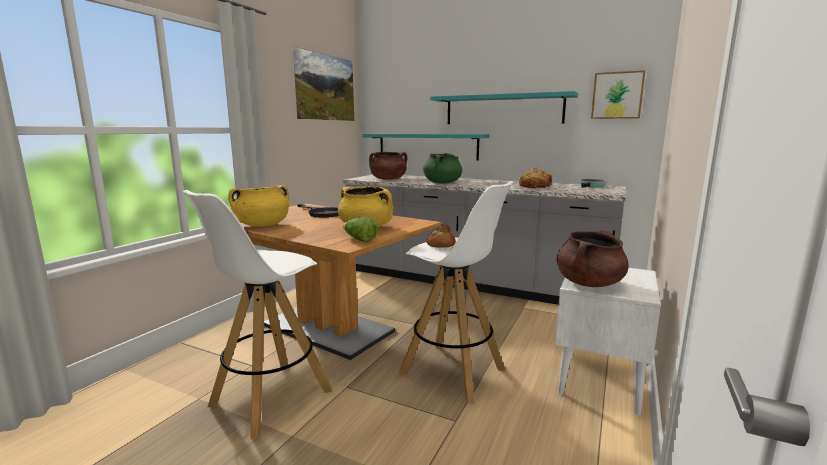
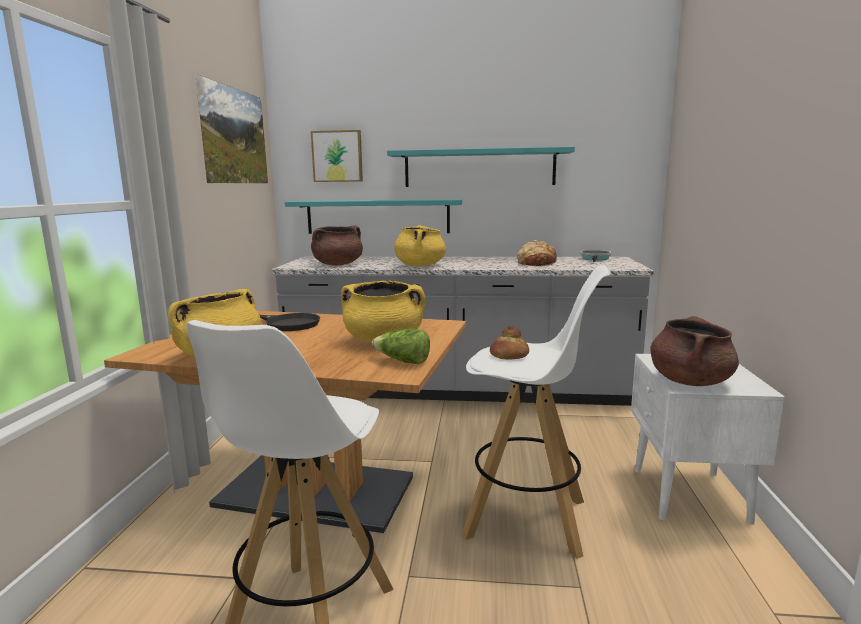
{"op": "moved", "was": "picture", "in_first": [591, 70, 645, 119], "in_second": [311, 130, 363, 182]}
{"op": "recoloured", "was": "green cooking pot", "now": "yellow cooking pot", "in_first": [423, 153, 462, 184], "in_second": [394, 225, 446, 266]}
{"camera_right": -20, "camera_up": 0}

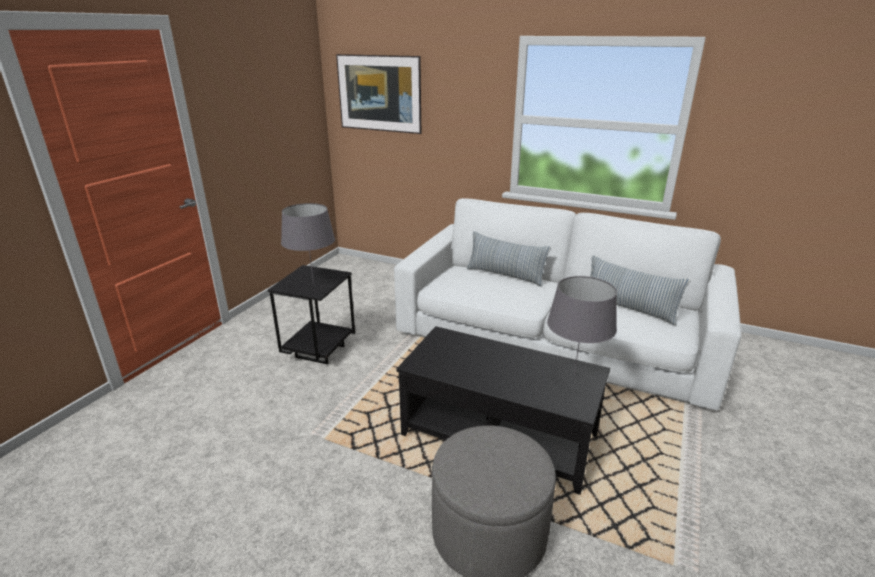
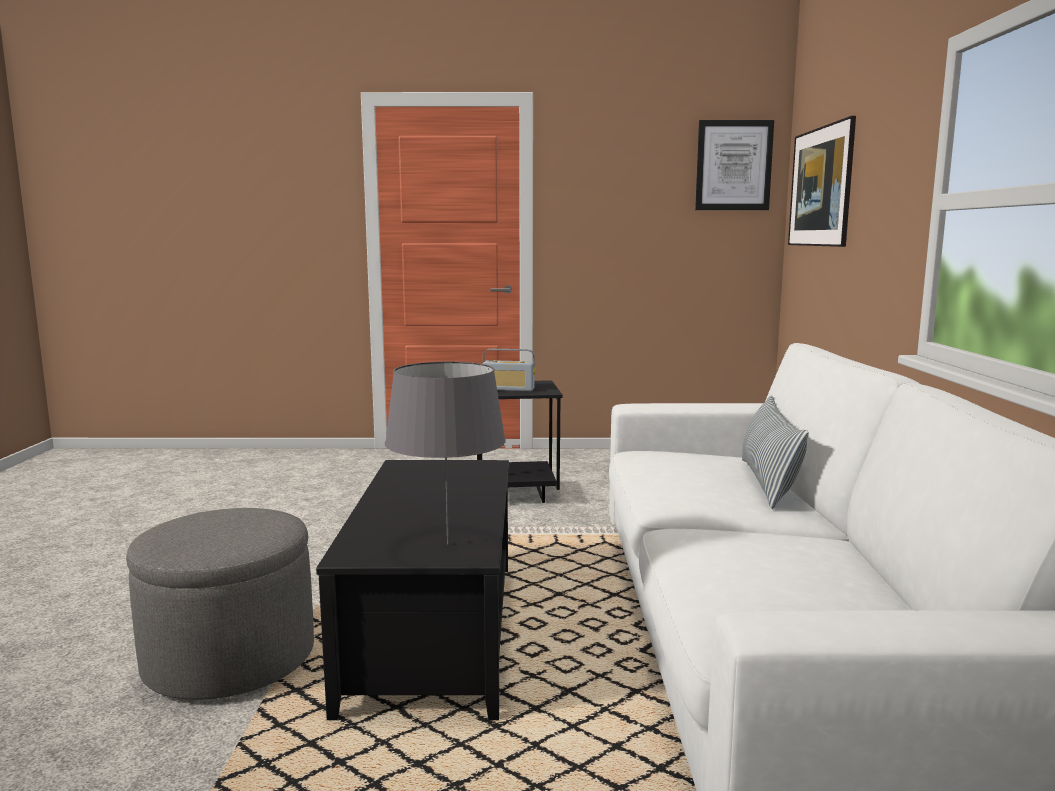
{"op": "removed", "was": "pillow", "in_first": [590, 255, 691, 326]}
{"op": "added", "now": "picture", "in_second": [695, 120, 774, 210]}
{"op": "replaced", "was": "grey table lamp", "now": "radio", "in_first": [281, 203, 335, 284], "in_second": [483, 349, 536, 391]}
{"camera_right": 65, "camera_up": -15}

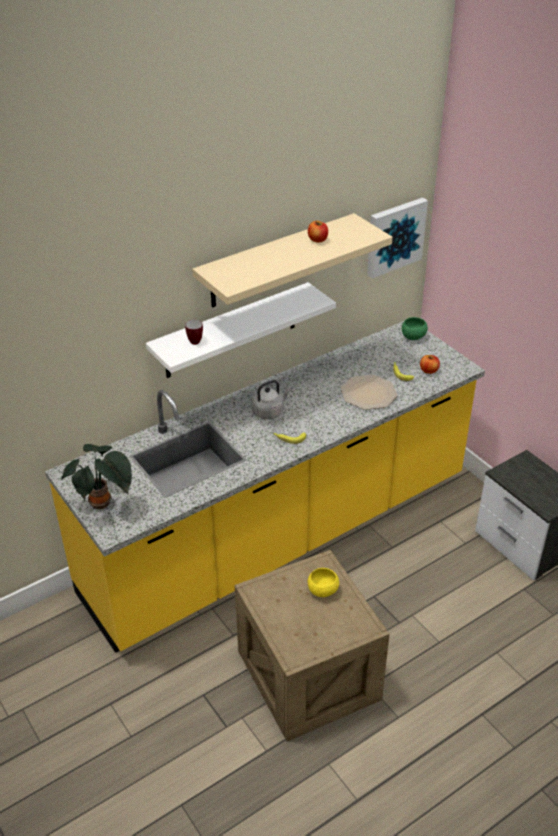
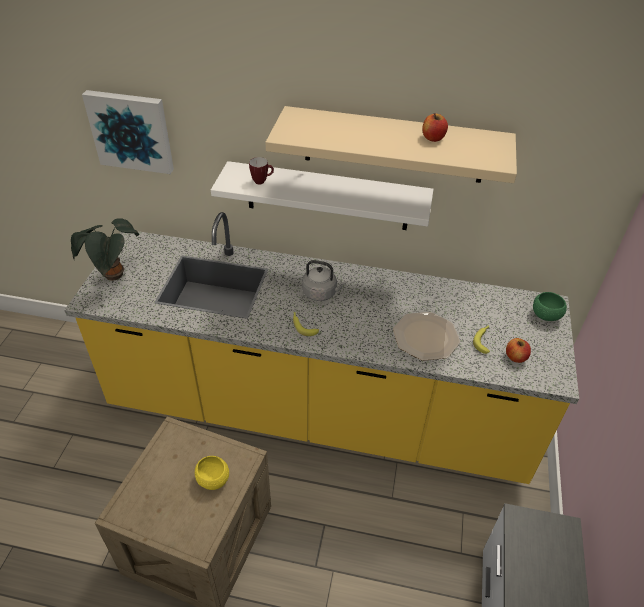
{"op": "moved", "was": "picture", "in_first": [367, 198, 428, 278], "in_second": [82, 90, 174, 174]}
{"camera_right": 45, "camera_up": 5}

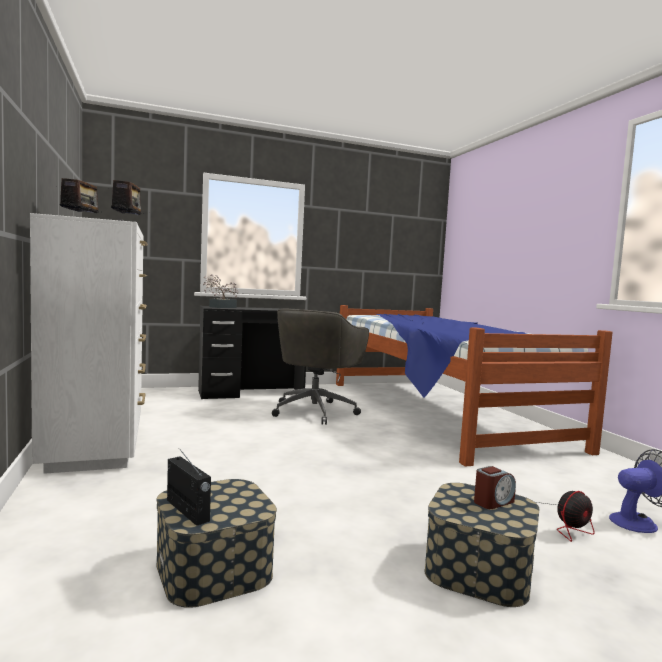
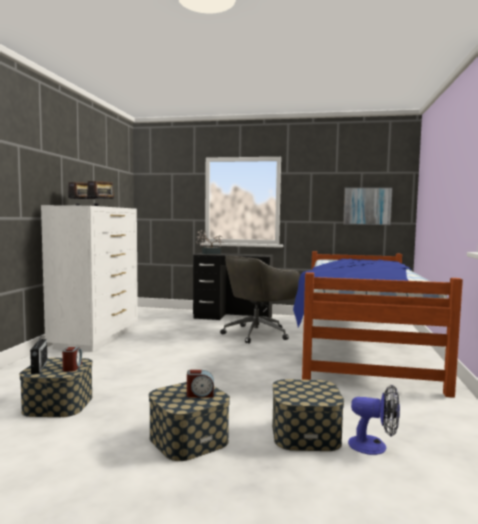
{"op": "added", "now": "alarm clock", "in_second": [62, 347, 82, 371]}
{"op": "added", "now": "picture", "in_second": [343, 187, 393, 225]}
{"op": "replaced", "was": "fan", "now": "storage box", "in_first": [537, 491, 595, 542], "in_second": [272, 379, 344, 451]}
{"camera_right": 30, "camera_up": 0}

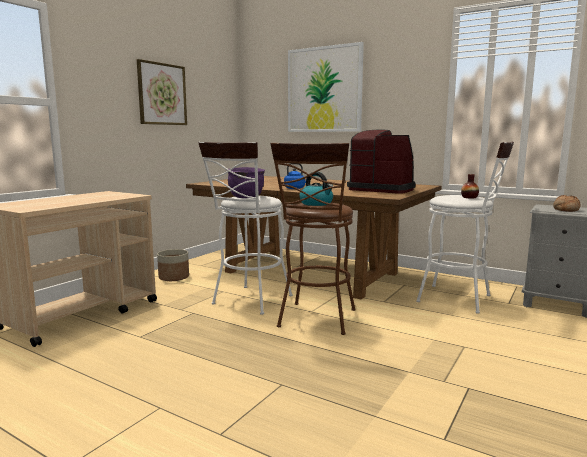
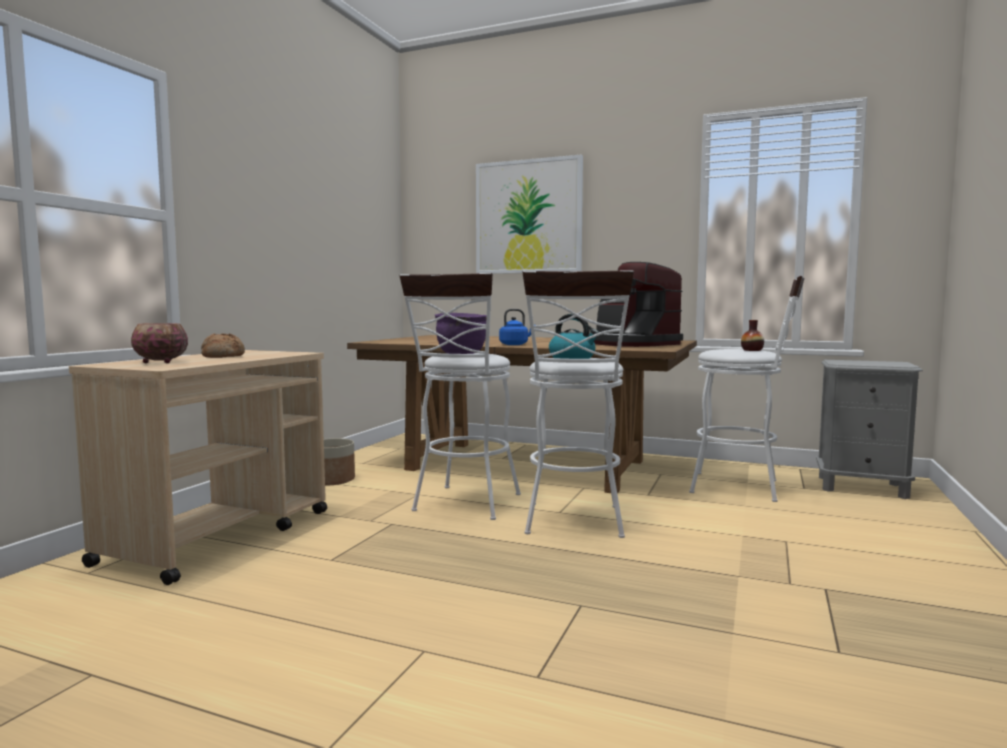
{"op": "removed", "was": "picture", "in_first": [137, 59, 187, 125]}
{"op": "added", "now": "bowl", "in_second": [131, 323, 188, 363]}
{"op": "moved", "was": "bread", "in_first": [553, 195, 580, 212], "in_second": [201, 333, 245, 358]}
{"op": "recoloured", "was": "brown stool", "now": "white stool", "in_first": [270, 143, 356, 335], "in_second": [522, 270, 634, 538]}
{"op": "turned", "was": "coffee machine", "in_first": [347, 130, 416, 194], "in_second": [594, 262, 683, 347], "clockwise": -150}
{"camera_right": -10, "camera_up": -5}

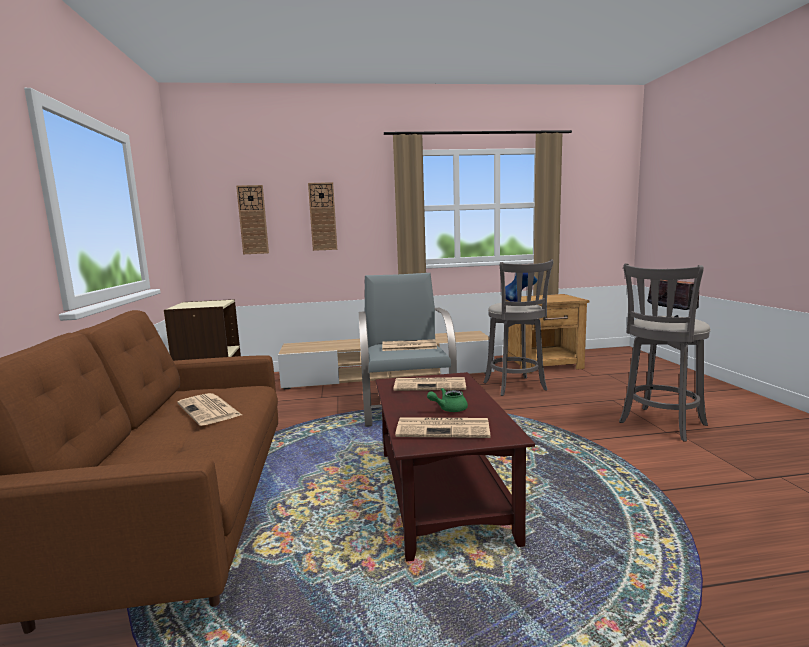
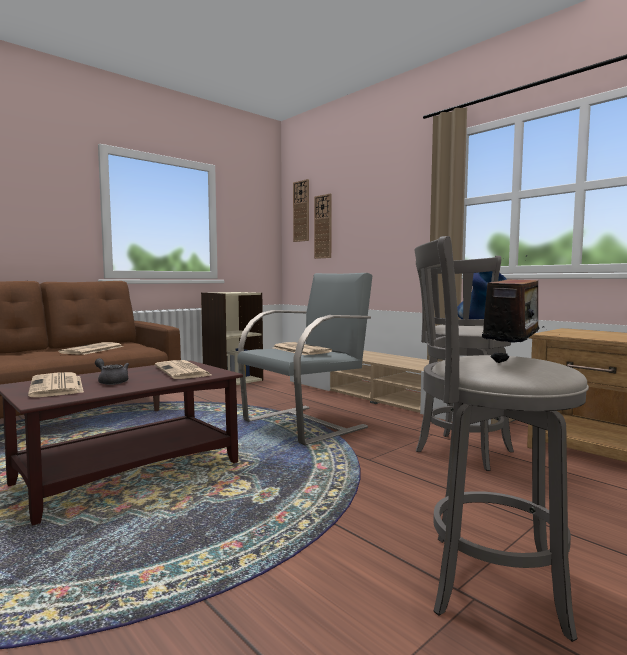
{"op": "moved", "was": "wall clock", "in_first": [308, 182, 337, 251], "in_second": [293, 179, 309, 242]}
{"op": "recoloured", "was": "green teapot", "now": "grey teapot", "in_first": [427, 388, 468, 412], "in_second": [95, 358, 129, 385]}
{"camera_right": 55, "camera_up": -5}

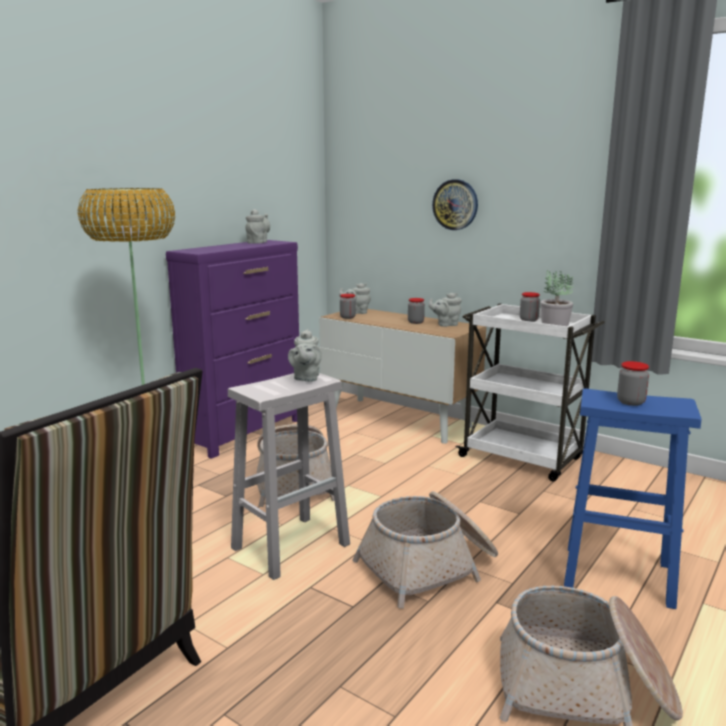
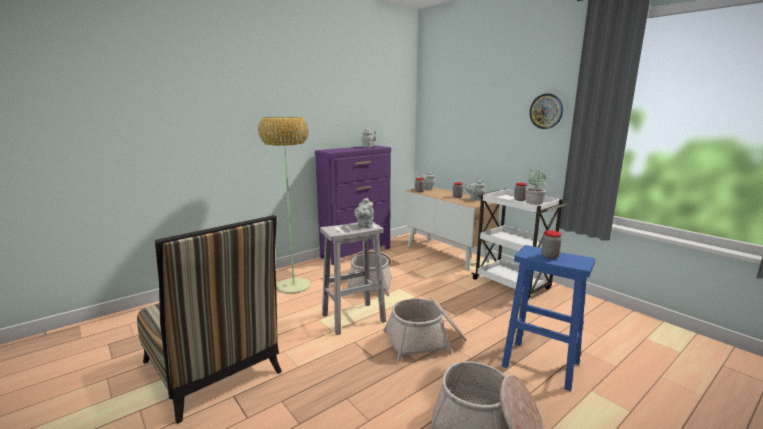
{"op": "moved", "was": "wall clock", "in_first": [432, 179, 478, 230], "in_second": [530, 93, 563, 129]}
{"camera_right": 15, "camera_up": 0}

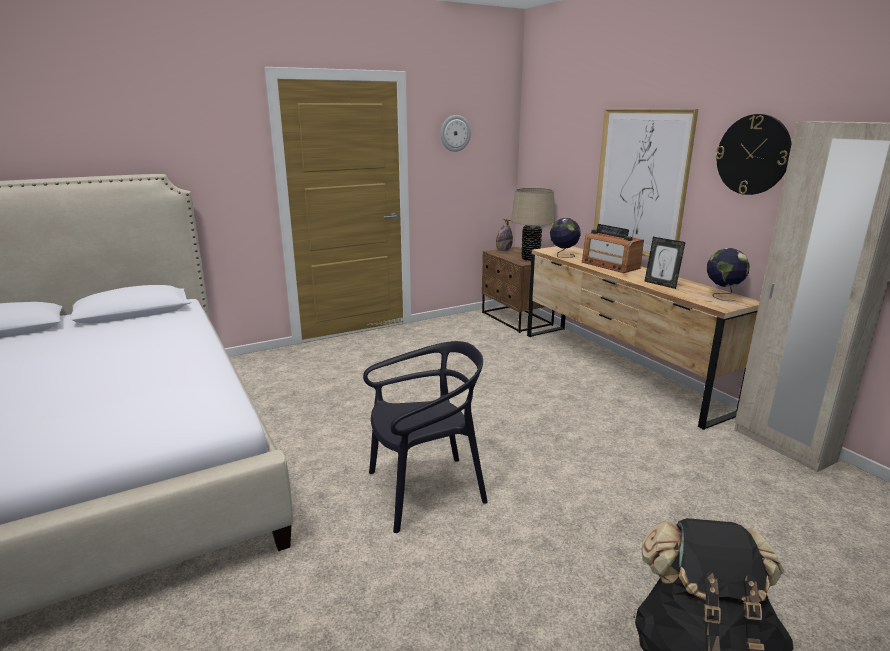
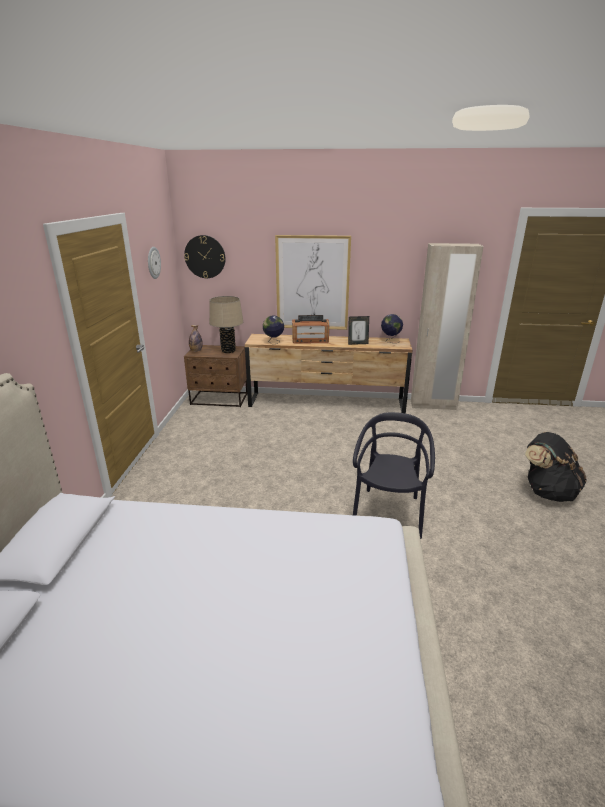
{"op": "moved", "was": "wall clock", "in_first": [716, 114, 792, 195], "in_second": [184, 235, 226, 278]}
{"camera_right": -55, "camera_up": 5}

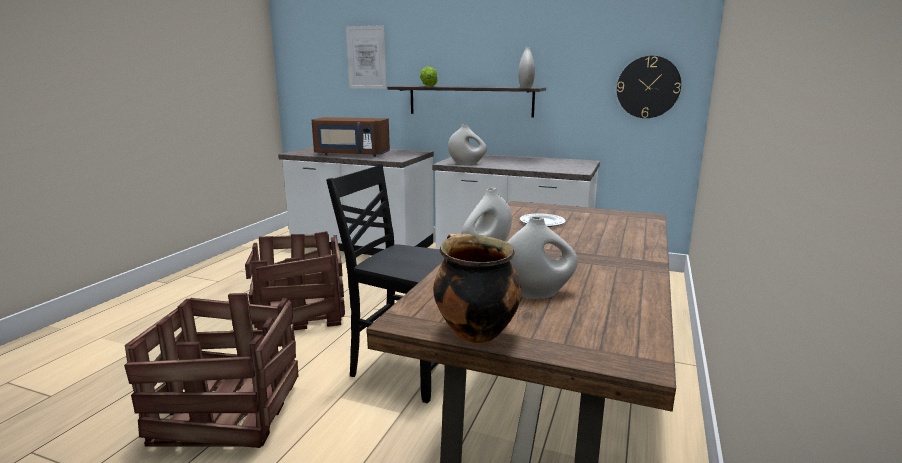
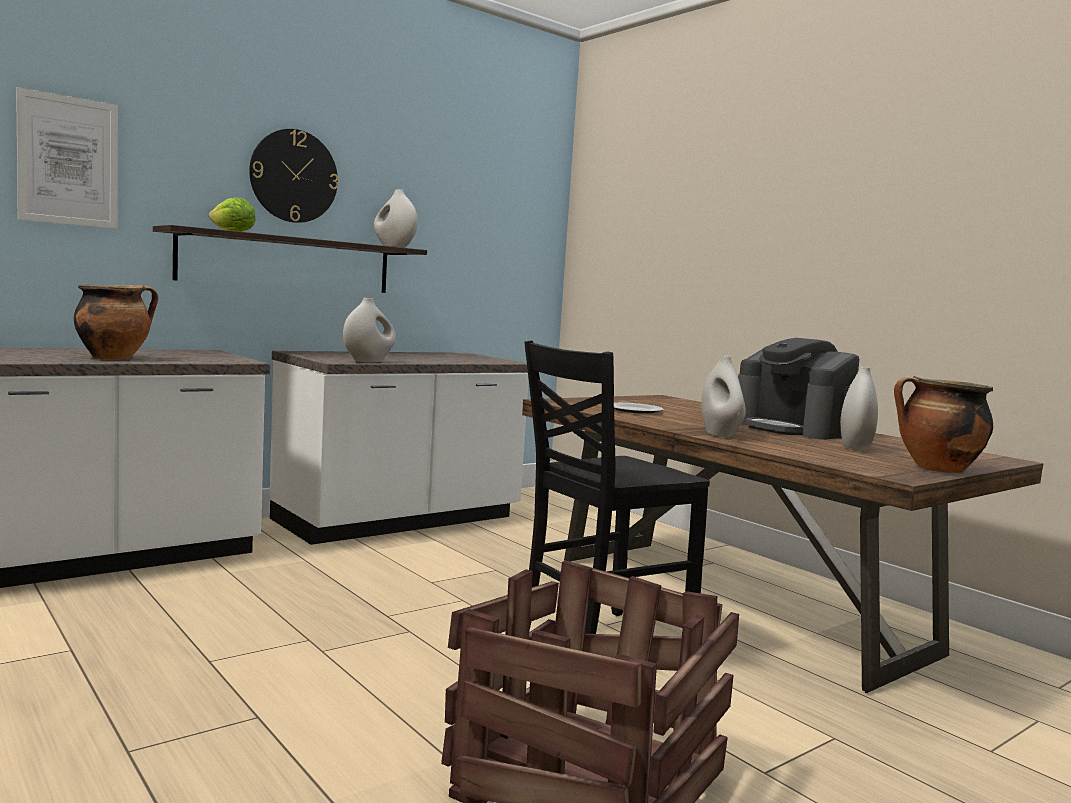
{"op": "removed", "was": "crate", "in_first": [245, 231, 345, 330]}
{"op": "added", "now": "coffee machine", "in_second": [738, 338, 860, 440]}
{"op": "moved", "was": "wall clock", "in_first": [617, 56, 681, 118], "in_second": [249, 129, 338, 223]}
{"op": "replaced", "was": "brown microwave", "now": "cooking pot", "in_first": [312, 117, 390, 157], "in_second": [74, 285, 158, 359]}
{"camera_right": -60, "camera_up": -10}

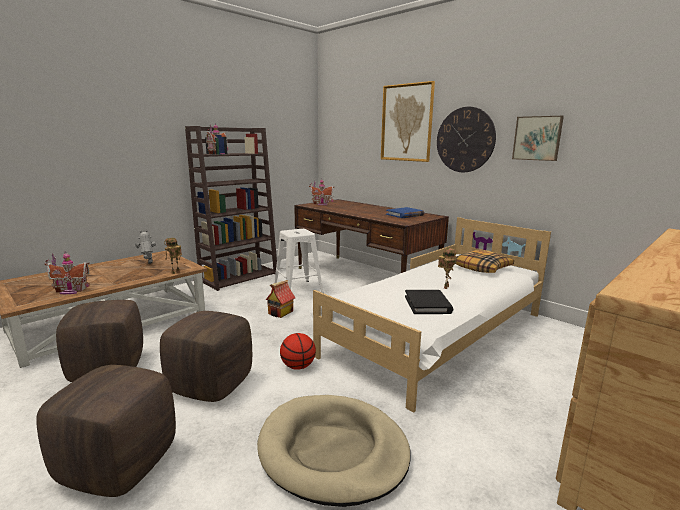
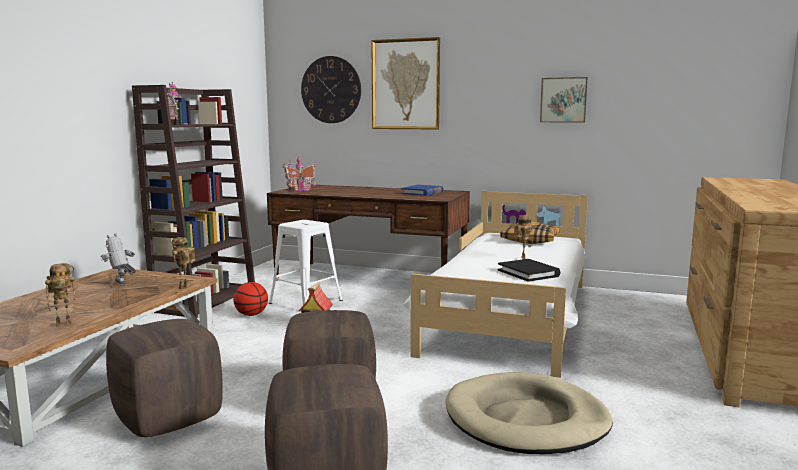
{"op": "moved", "was": "basketball", "in_first": [280, 333, 316, 370], "in_second": [233, 282, 268, 316]}
{"op": "moved", "was": "wall clock", "in_first": [437, 107, 496, 172], "in_second": [301, 56, 361, 123]}
{"op": "replaced", "was": "toy house", "now": "toy robot", "in_first": [45, 251, 90, 294], "in_second": [45, 263, 77, 327]}
{"camera_right": -25, "camera_up": -5}

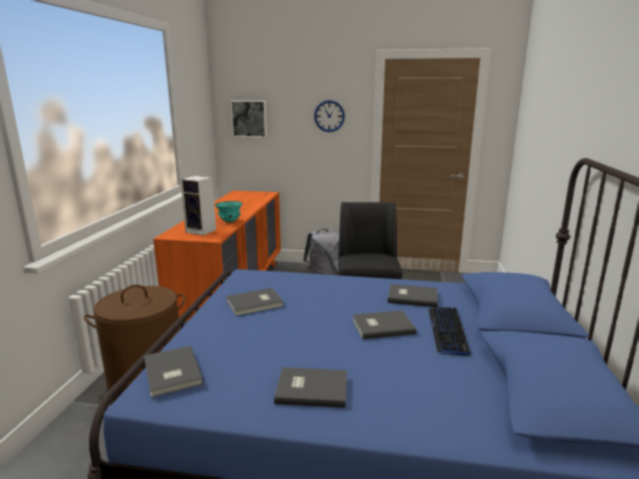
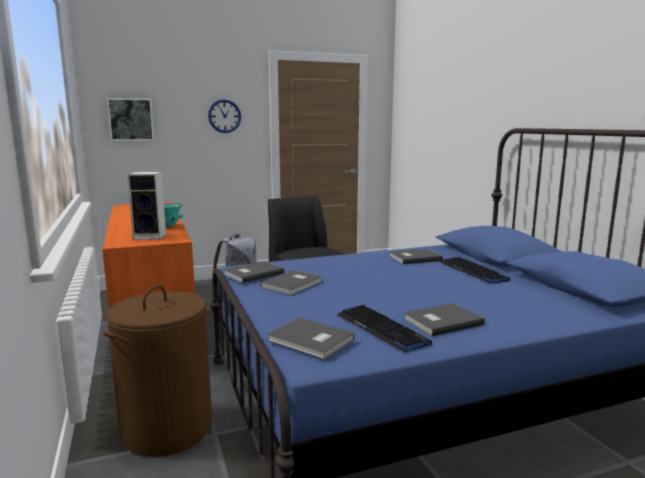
{"op": "added", "now": "keyboard", "in_second": [337, 305, 432, 352]}
{"op": "moved", "was": "grey book", "in_first": [352, 310, 417, 339], "in_second": [223, 261, 284, 283]}
{"camera_right": -30, "camera_up": -5}

